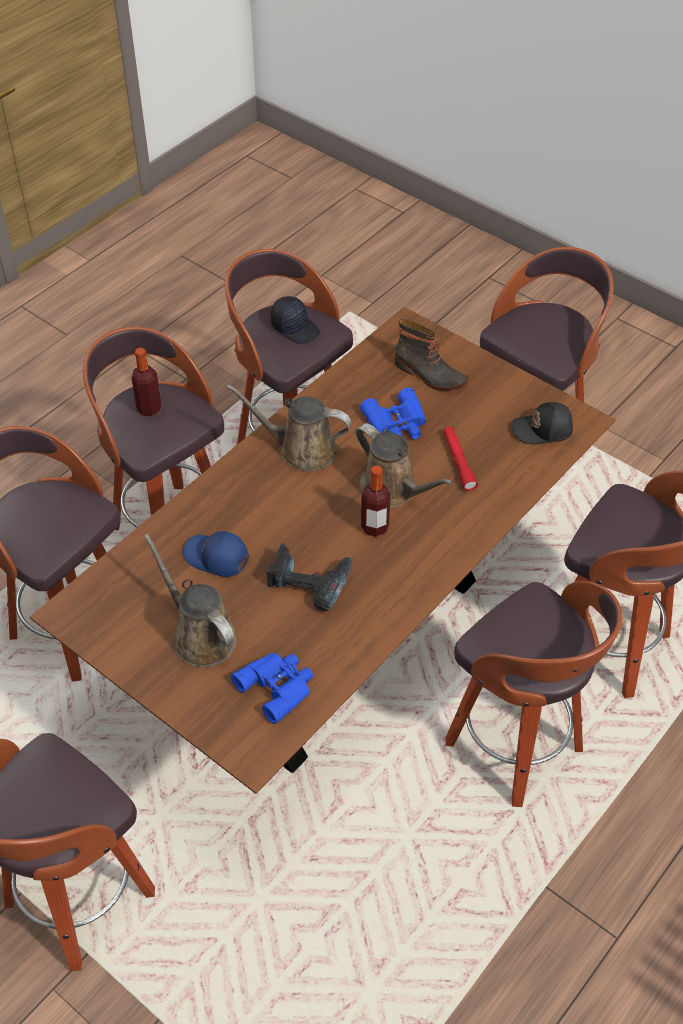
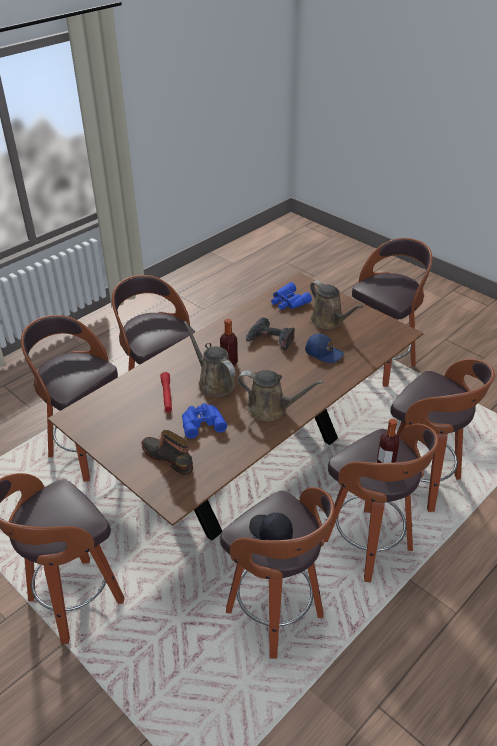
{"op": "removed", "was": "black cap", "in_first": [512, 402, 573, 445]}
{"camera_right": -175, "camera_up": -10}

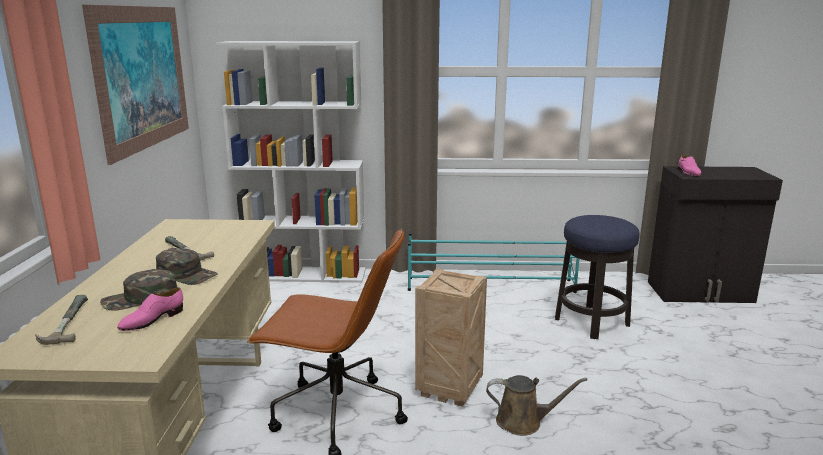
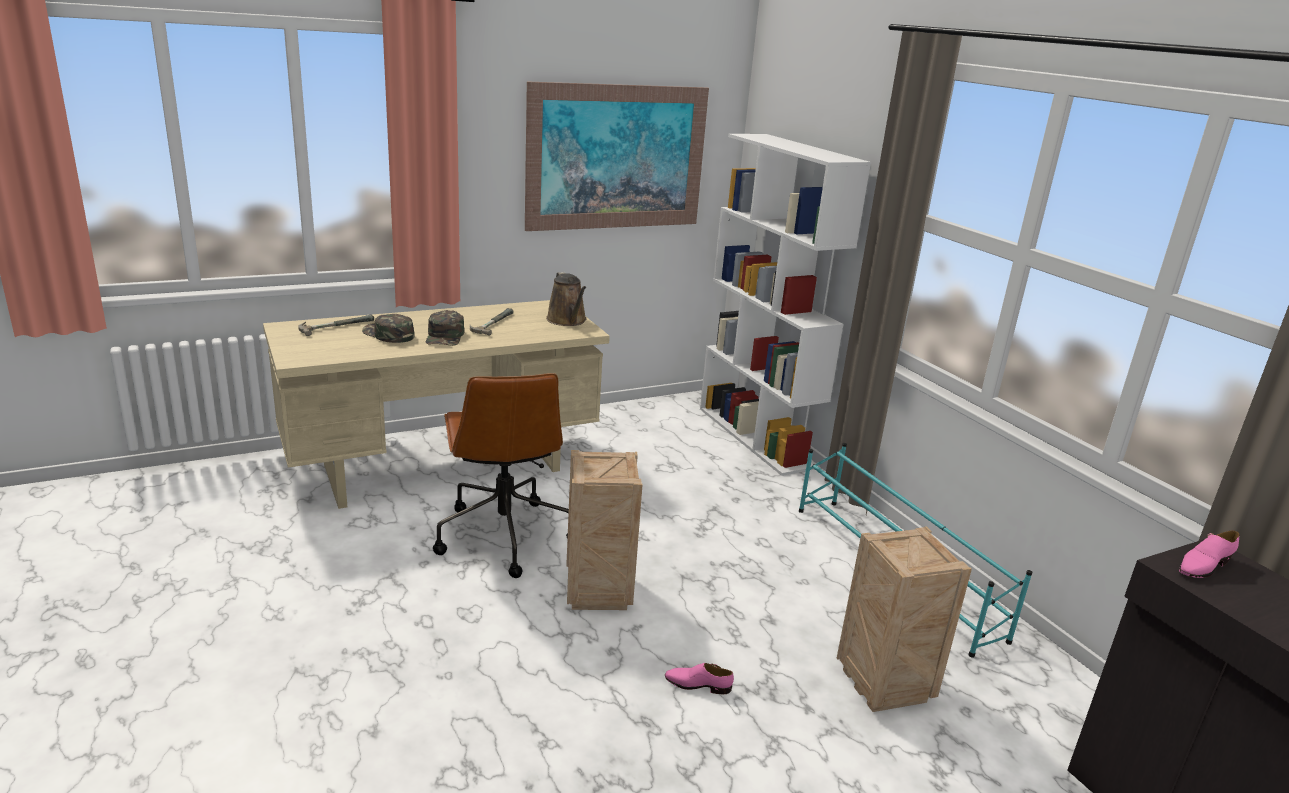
{"op": "moved", "was": "pink shoe", "in_first": [117, 287, 183, 331], "in_second": [665, 663, 734, 694]}
{"op": "moved", "was": "brown watering can", "in_first": [486, 375, 587, 436], "in_second": [546, 272, 586, 326]}
{"op": "replaced", "was": "stool", "now": "crate", "in_first": [555, 215, 640, 339], "in_second": [837, 526, 972, 712]}
{"camera_right": 60, "camera_up": 5}

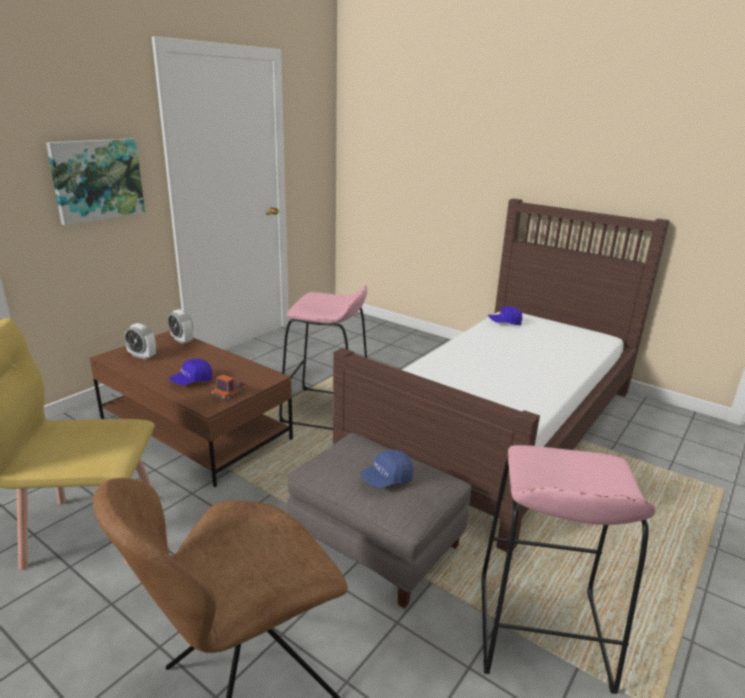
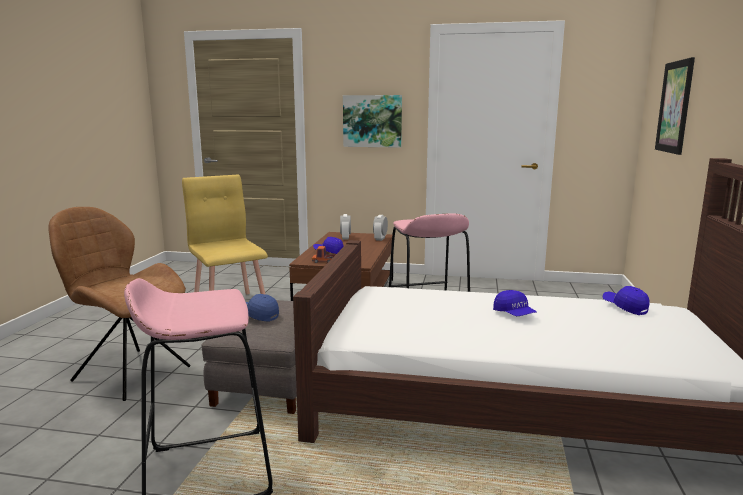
{"op": "added", "now": "blue cap", "in_second": [493, 290, 537, 316]}
{"op": "added", "now": "picture", "in_second": [655, 57, 695, 155]}
{"camera_right": 65, "camera_up": -10}

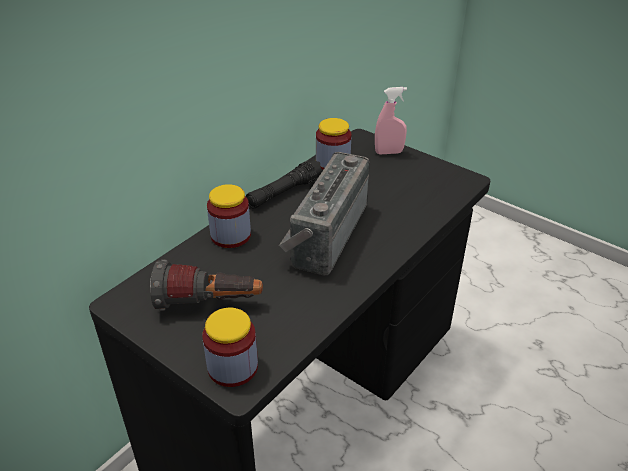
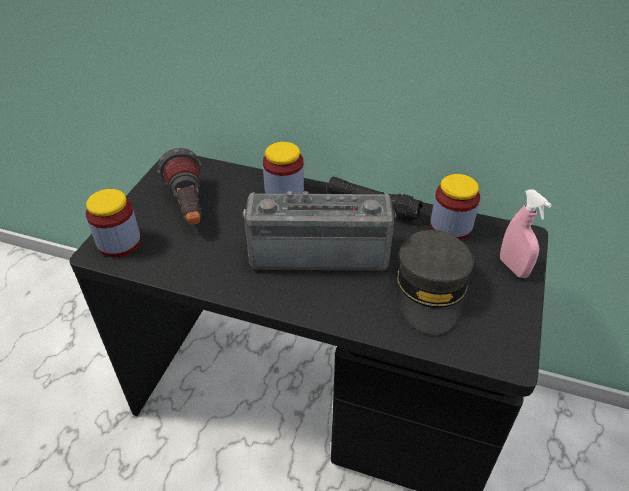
{"op": "added", "now": "grey cap", "in_second": [397, 230, 474, 335]}
{"camera_right": 70, "camera_up": 5}

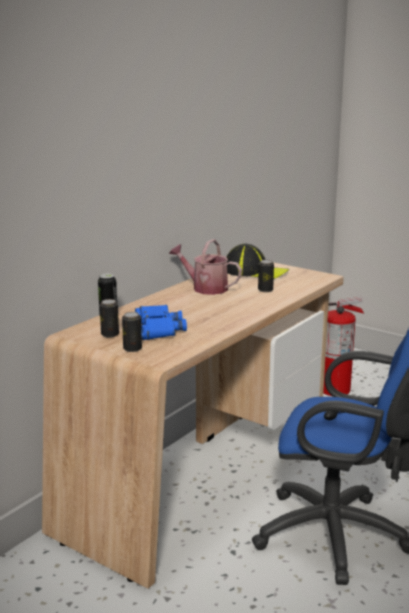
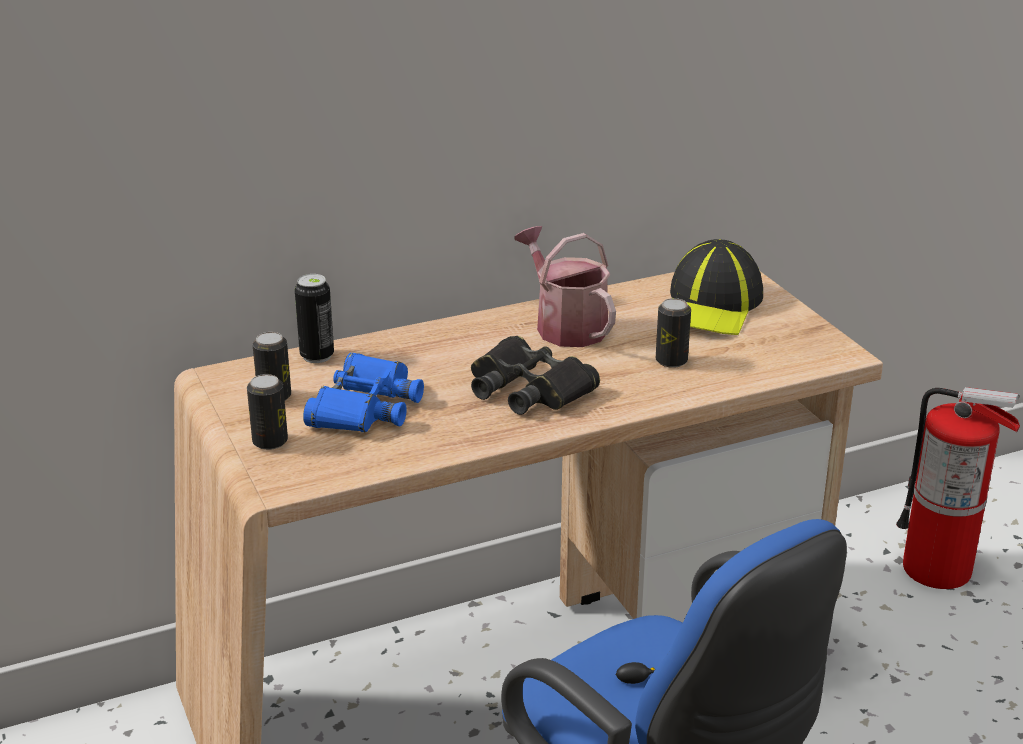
{"op": "added", "now": "black binoculars", "in_second": [471, 336, 600, 415]}
{"op": "turned", "was": "cap", "in_first": [227, 244, 289, 279], "in_second": [670, 239, 763, 335], "clockwise": 60}
{"camera_right": 30, "camera_up": 10}

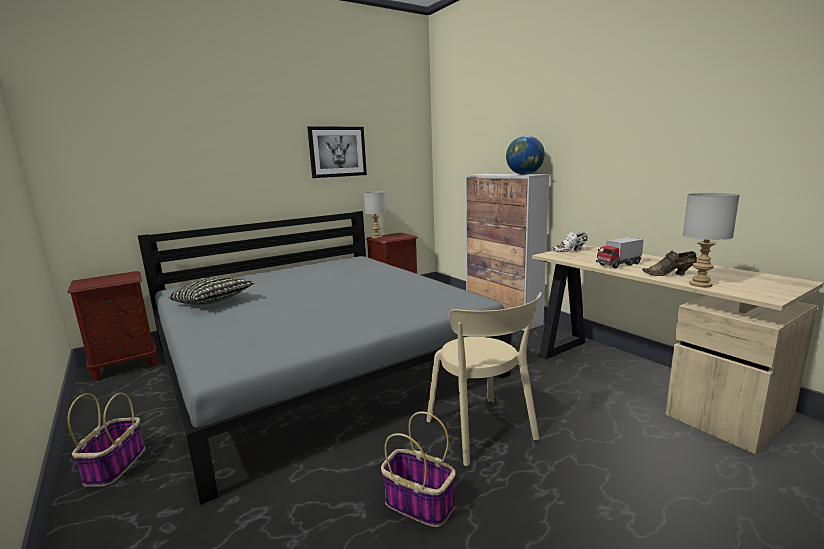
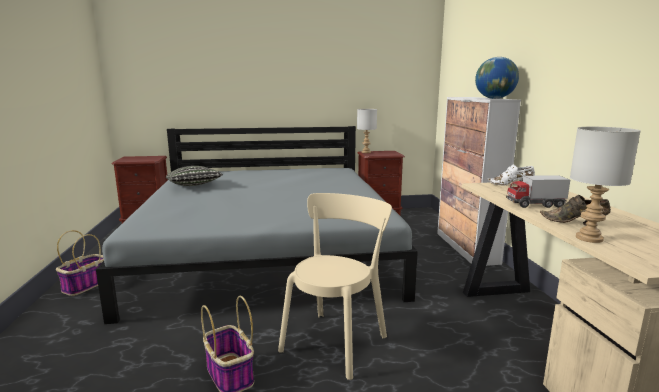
{"op": "removed", "was": "picture", "in_first": [307, 126, 367, 178]}
{"op": "turned", "was": "beige chair", "in_first": [426, 292, 542, 466], "in_second": [278, 193, 392, 380], "clockwise": -150}
{"camera_right": 25, "camera_up": 0}

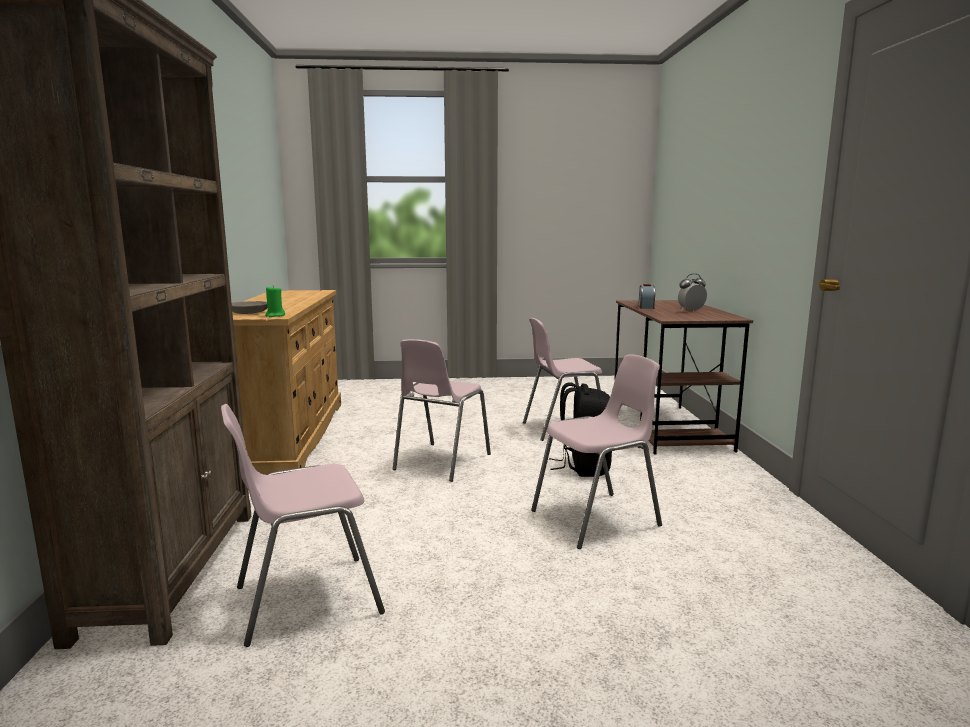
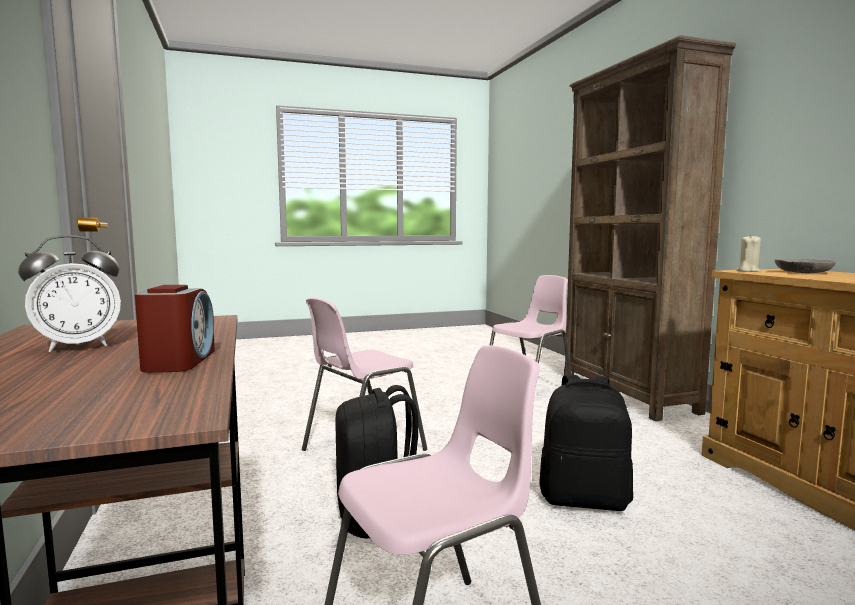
{"op": "replaced", "was": "pink chair", "now": "black backpack", "in_first": [392, 339, 491, 482], "in_second": [539, 375, 633, 511]}
{"op": "recoloured", "was": "green candle", "now": "beige candle", "in_first": [265, 286, 285, 317], "in_second": [736, 234, 761, 272]}
{"camera_right": 165, "camera_up": -5}

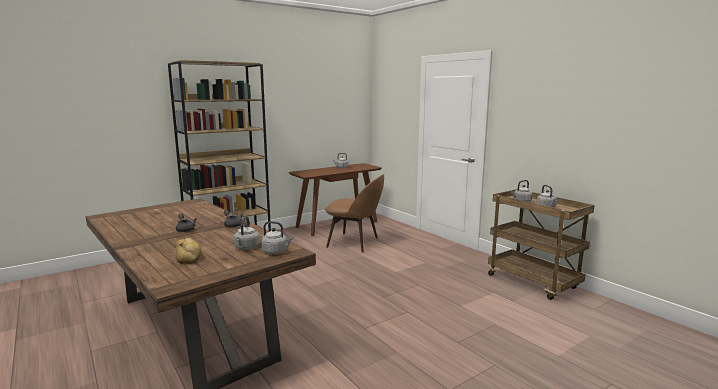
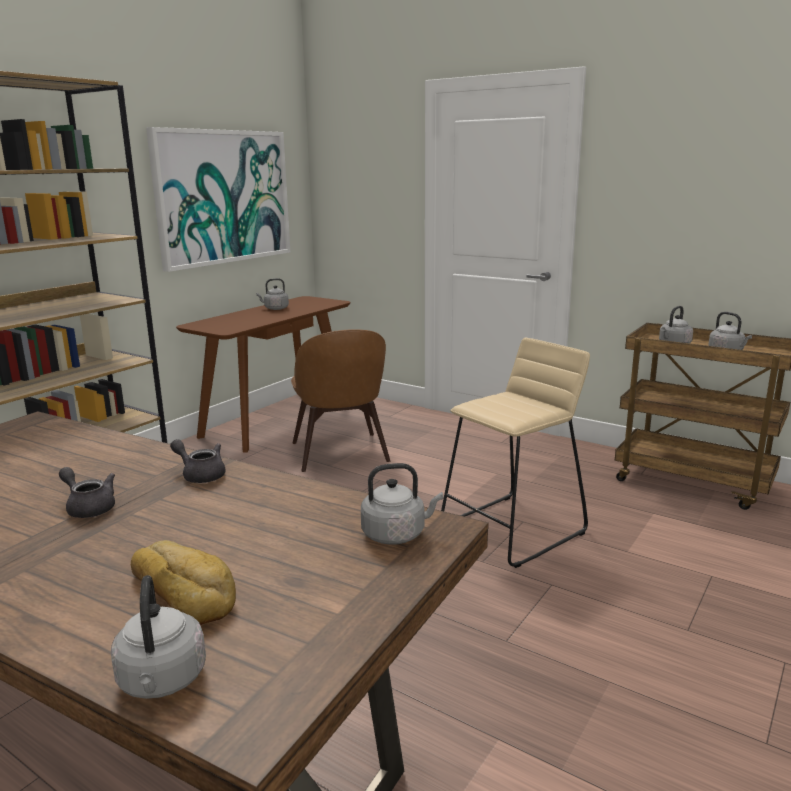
{"op": "added", "now": "picture", "in_second": [146, 127, 290, 272]}
{"op": "added", "now": "beige stool", "in_second": [441, 338, 590, 568]}
{"op": "moved", "was": "grey kettle", "in_first": [234, 217, 260, 250], "in_second": [111, 575, 206, 699]}
{"op": "turned", "was": "brown chair", "in_first": [325, 174, 384, 253], "in_second": [291, 329, 390, 472], "clockwise": 75}
{"camera_right": -20, "camera_up": 5}

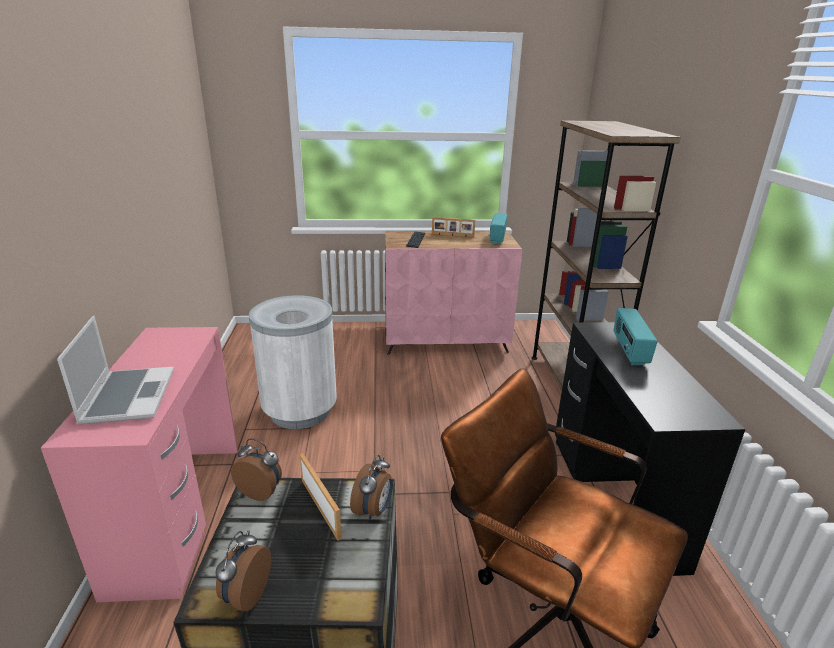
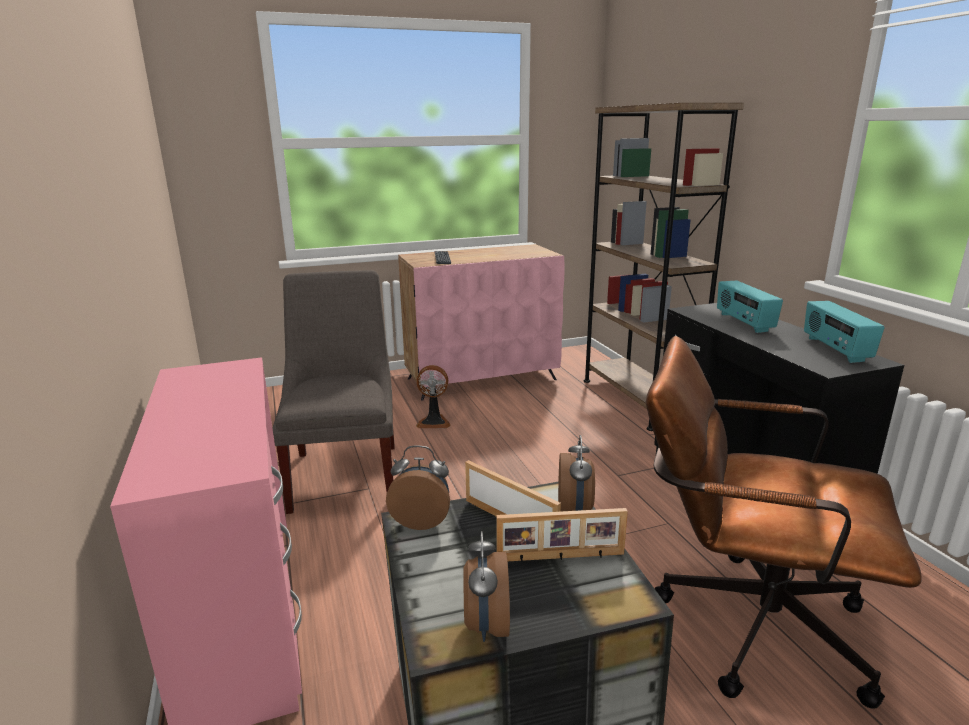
{"op": "removed", "was": "laptop", "in_first": [57, 316, 174, 424]}
{"op": "added", "now": "fan", "in_second": [416, 365, 450, 428]}
{"op": "moved", "was": "picture frame", "in_first": [432, 217, 475, 237], "in_second": [496, 508, 628, 562]}
{"op": "moved", "was": "radio", "in_first": [489, 213, 507, 244], "in_second": [804, 301, 885, 363]}
{"op": "replaced", "was": "white trash can", "now": "grey chair", "in_first": [249, 295, 337, 429], "in_second": [272, 270, 395, 514]}
{"camera_right": -15, "camera_up": -5}

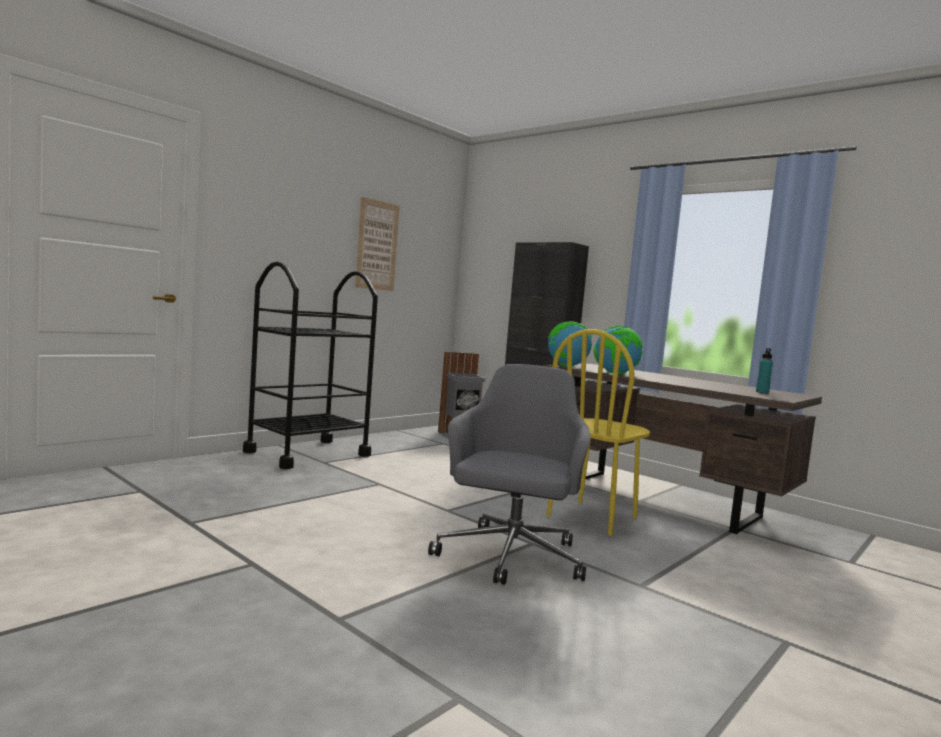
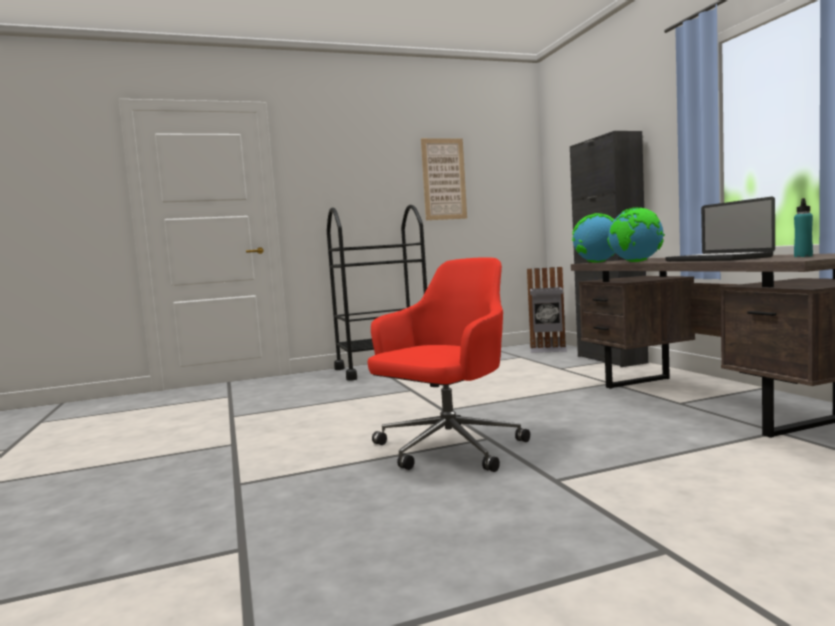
{"op": "removed", "was": "yellow chair", "in_first": [546, 329, 650, 535]}
{"op": "added", "now": "laptop", "in_second": [665, 197, 775, 262]}
{"op": "recoloured", "was": "grey office chair", "now": "red office chair", "in_first": [428, 364, 591, 585], "in_second": [368, 257, 530, 472]}
{"camera_right": 30, "camera_up": 0}

